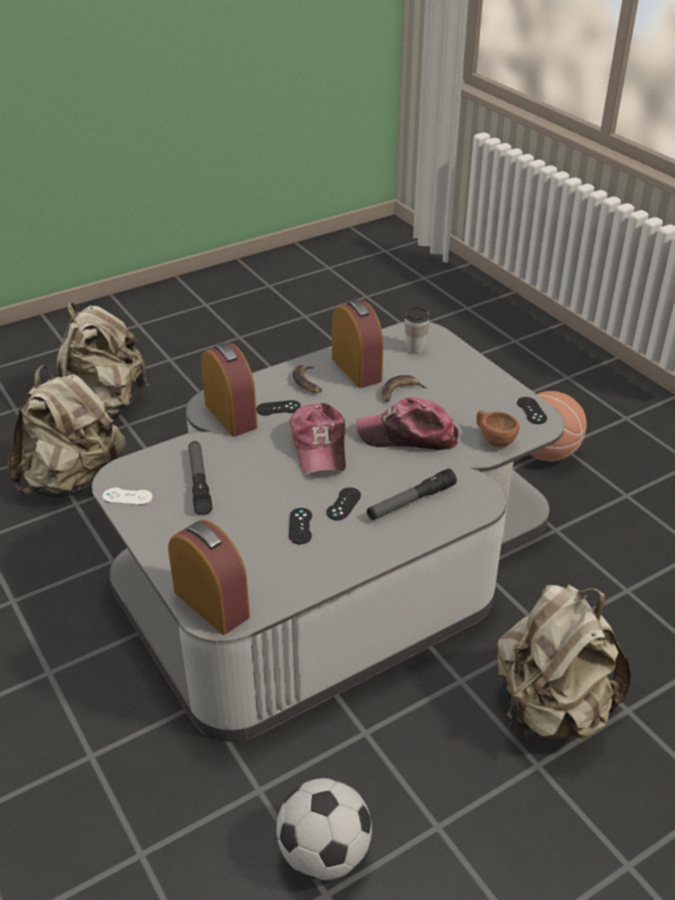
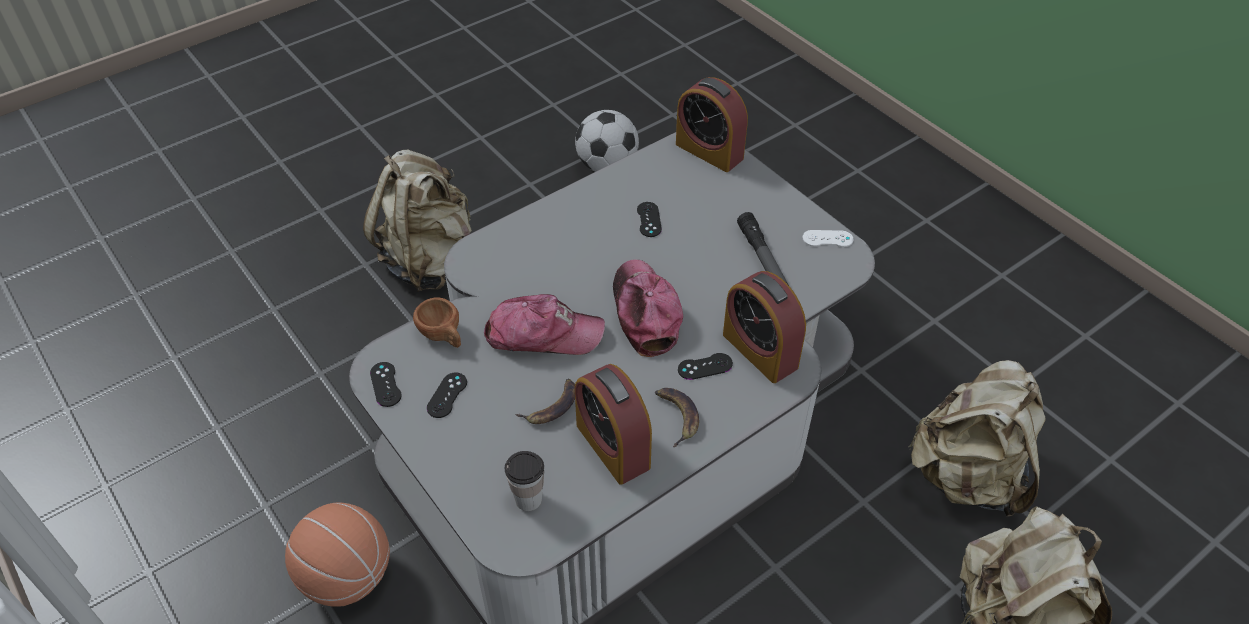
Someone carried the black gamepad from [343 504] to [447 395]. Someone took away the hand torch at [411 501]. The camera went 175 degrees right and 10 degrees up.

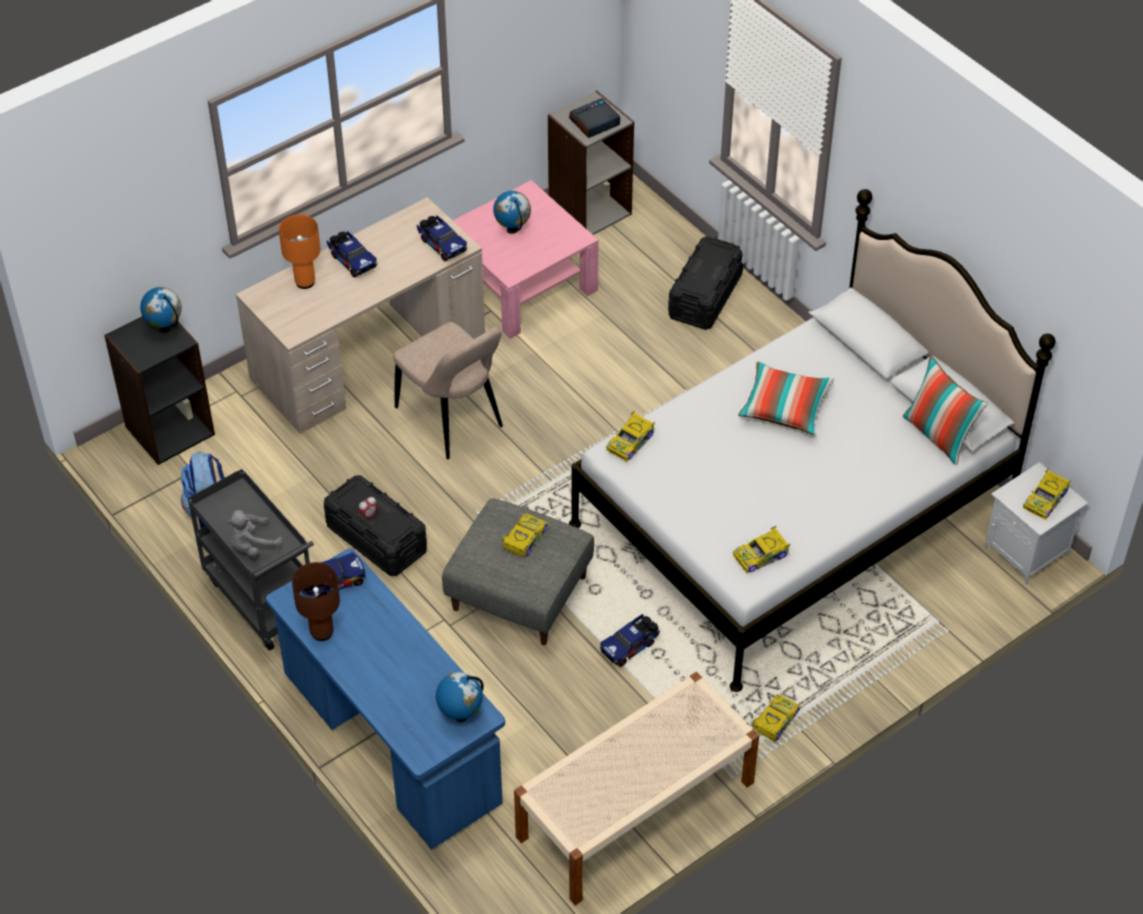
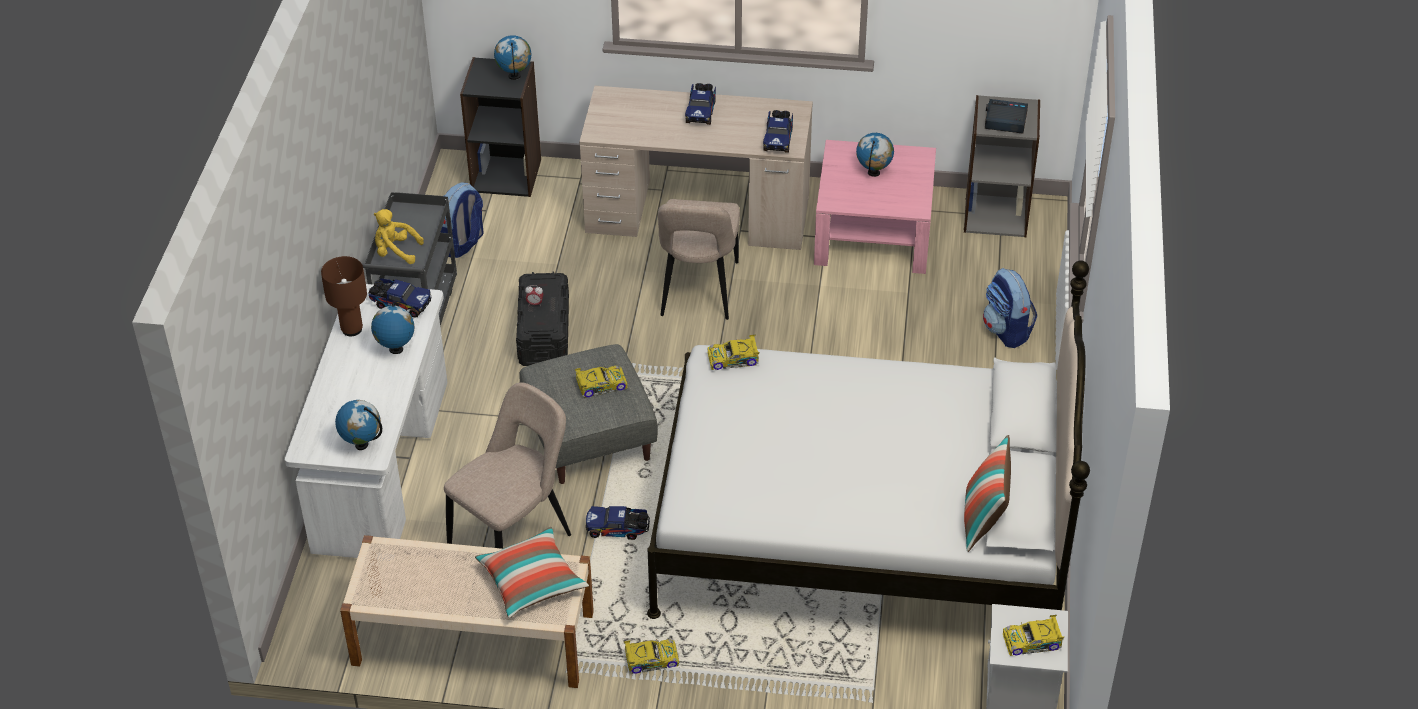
Someone repainted the greyish cuddly toy at [252 546], which became the yellow cuddly toy at [396 252]. Someone repainted the blue-coloured desk at [391 740], which became the white-coloured desk at [381 467]. Someone took away the orange tabletop lamp at [305 282]. Someone swapped the black storage box at [705 296] for the rucksack at [1006 331]. Someone took away the model car at [761 555]. Someone carried the cushion from [784 407] to [531 582]. Someone put down the world globe at [396 349]. Someone put down the beige-coloured chair at [515 539]. The camera went 45 degrees right and 5 degrees down.

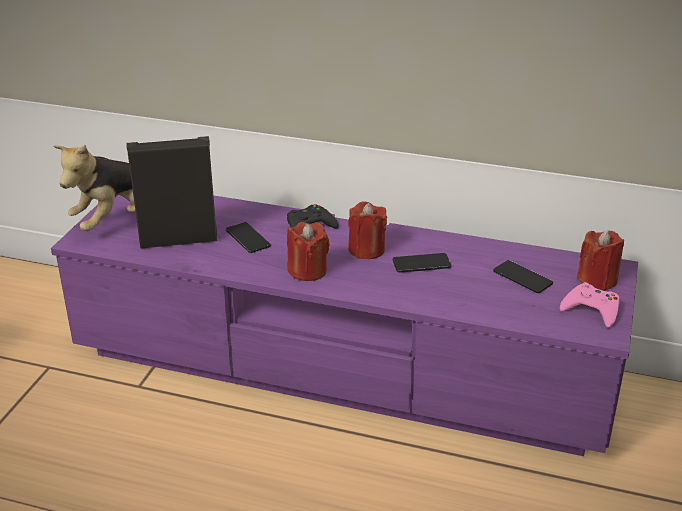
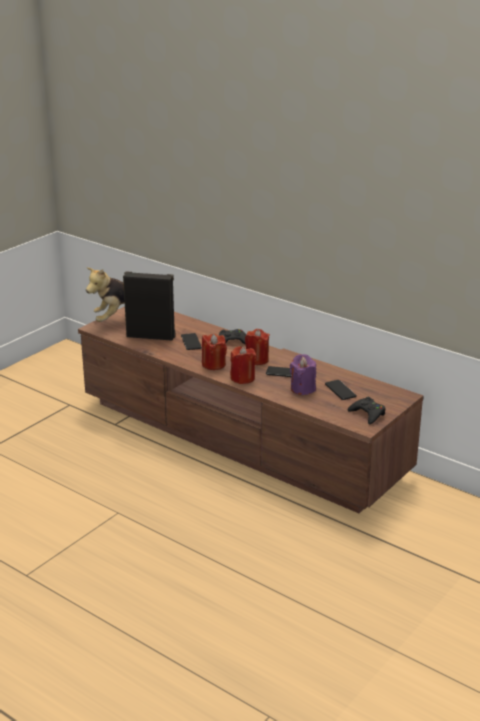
Someone repainted the purple tv stand at [342 368], which became the brownish tv stand at [241 439]. Someone repainted the pink-coloured gamepad at [591 310], which became the black gamepad at [368 414]. Someone carried the reddish wax light from [597 279] to [242 378]. Someone put down the purple wax light at [302 389]. The camera went 20 degrees right and 5 degrees down.

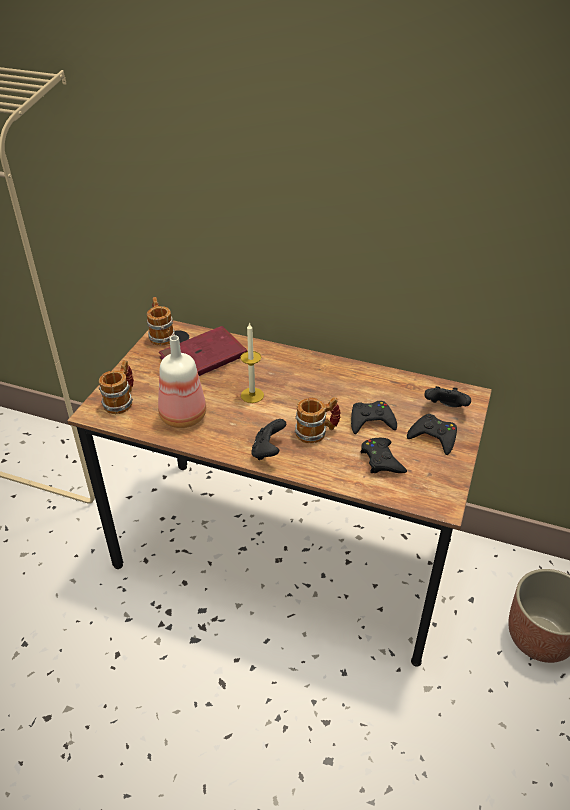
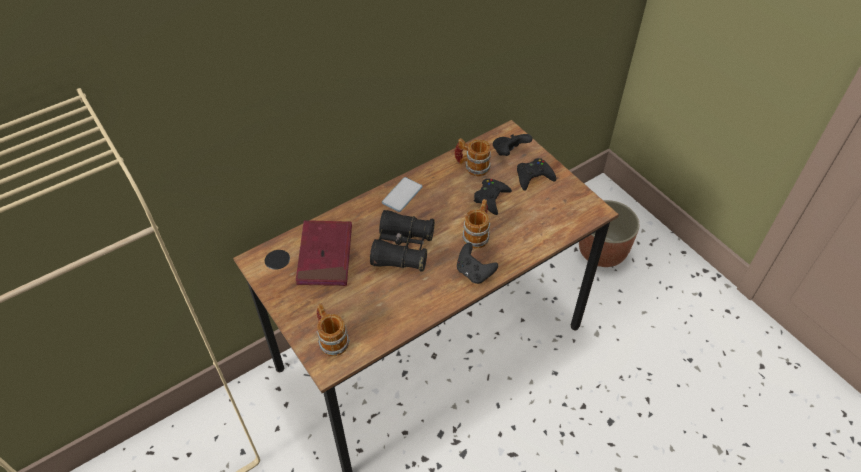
Someone carried the coffee mug from [161 335] to [472 166]. Someone took away the bottle at [182 417]. Someone swapped the wax light at [252 395] for the black binoculars at [402 249]. Someone took away the black gamepad at [381 460]. Someone put down the phone at [402 195]. The camera went 55 degrees left and 10 degrees up.

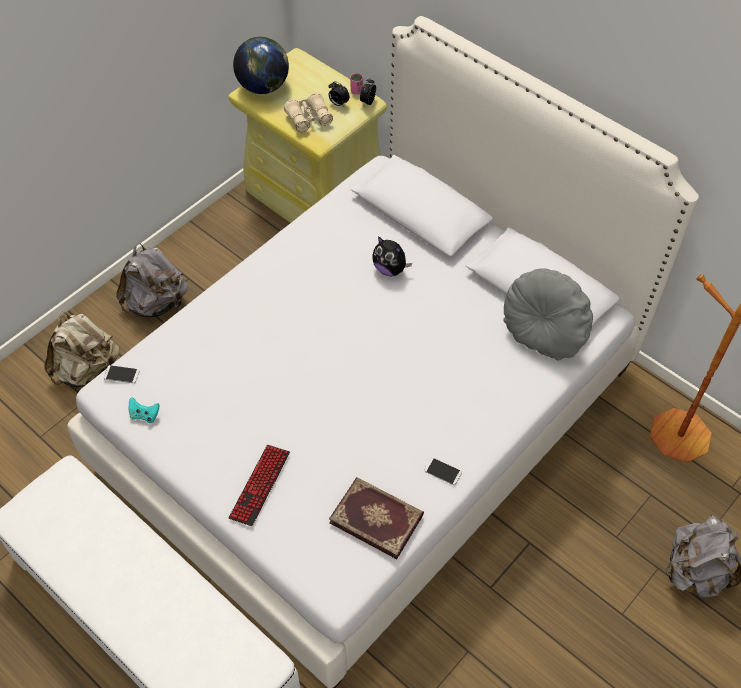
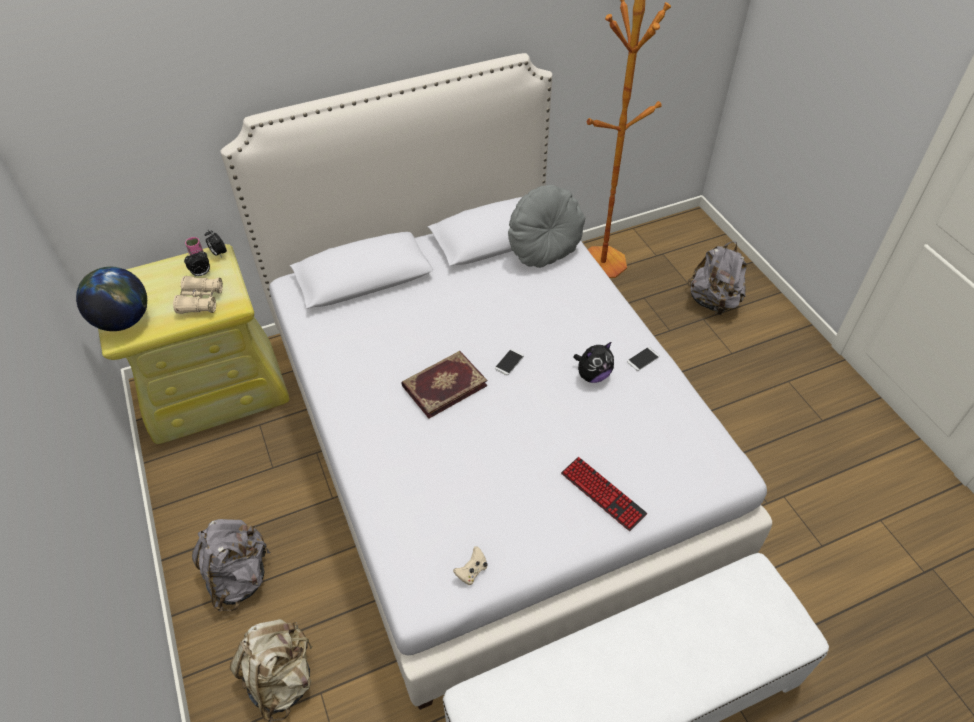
Someone carried the phone from [121 374] to [509 362]. Someone repainted the turquoise-coloured gamepad at [144 415], which became the beige-coloured gamepad at [472 571]. Someone carried the bound book from [377 517] to [443 385]. Someone carried the cuddly toy from [390 269] to [592 375]. The camera went 65 degrees left and 5 degrees down.

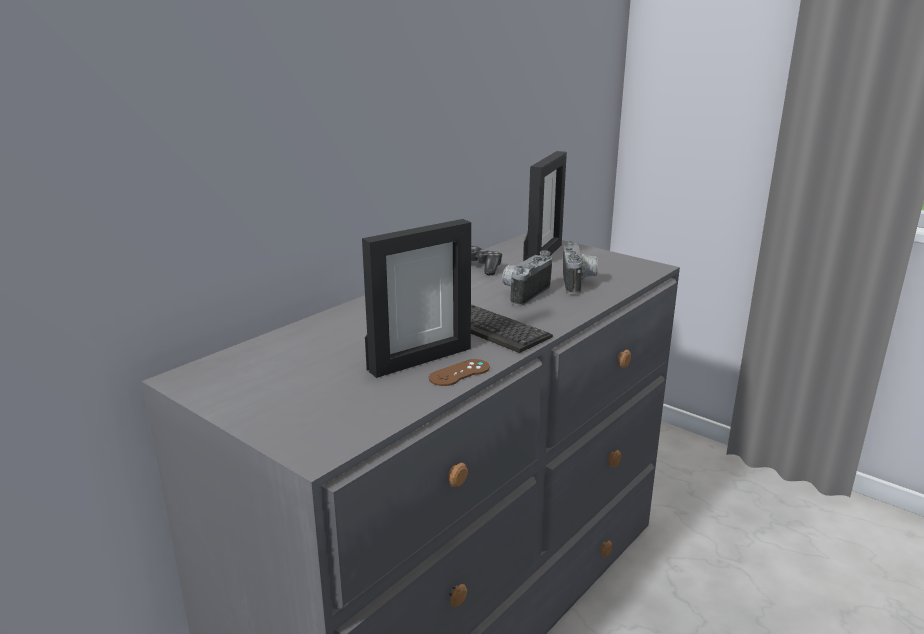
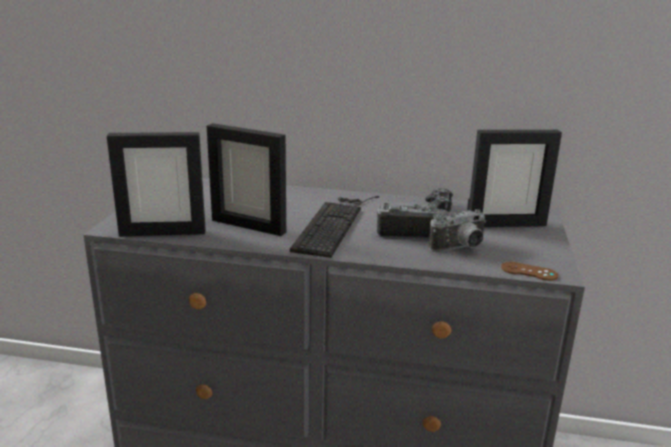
Someone carried the brownish gamepad from [459 373] to [529 271]. Someone put down the photo frame at [163 232]. The camera went 60 degrees right and 0 degrees up.

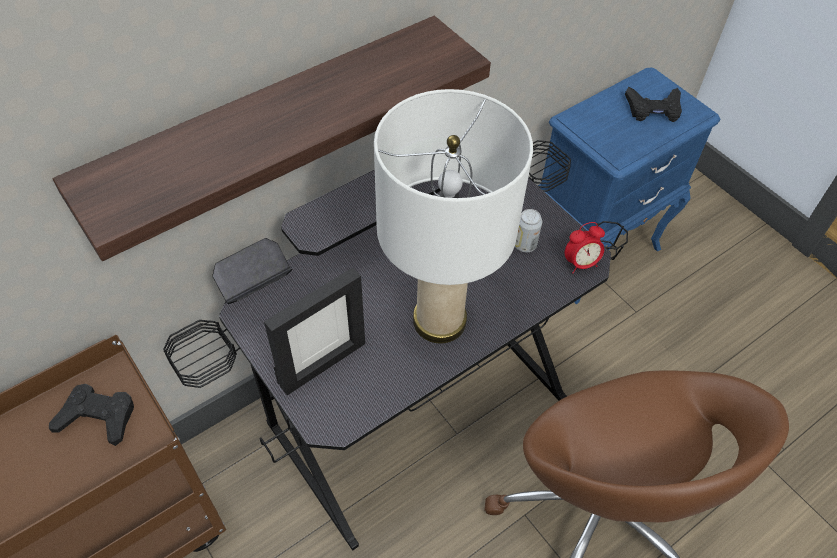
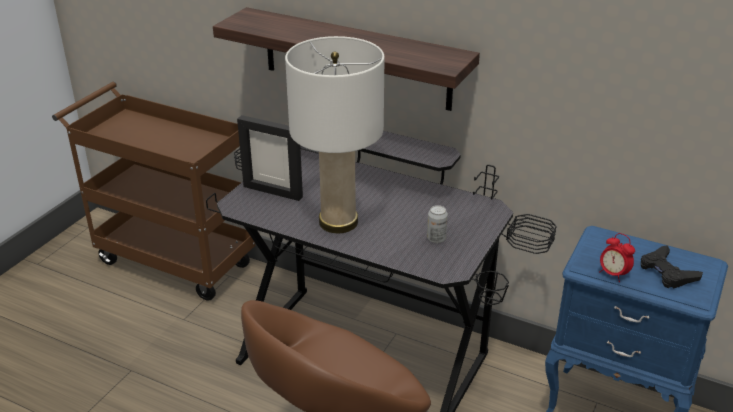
Someone took away the black gamepad at [97 417]. Someone carried the bedside clock from [580 263] to [613 274]. The camera went 65 degrees right and 20 degrees down.

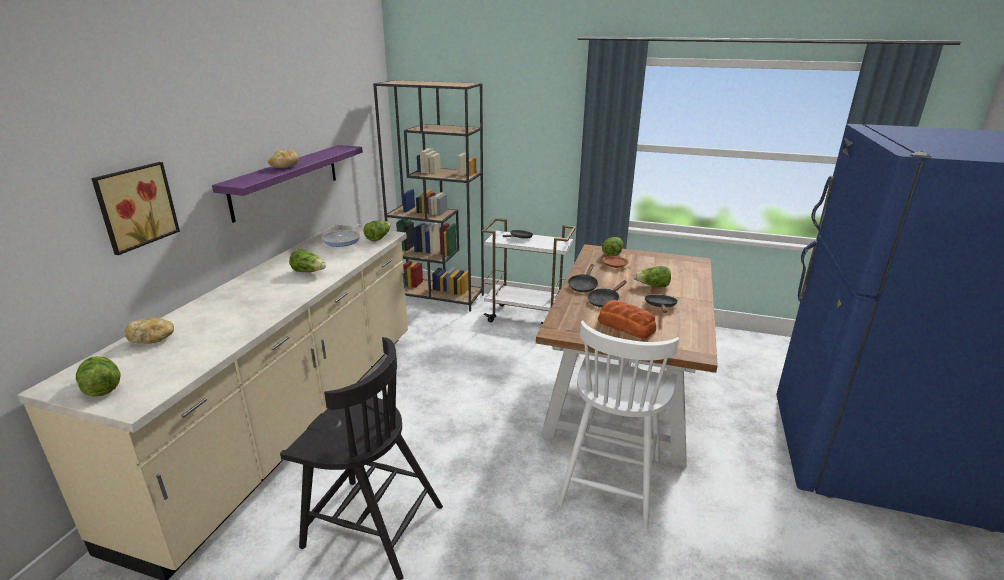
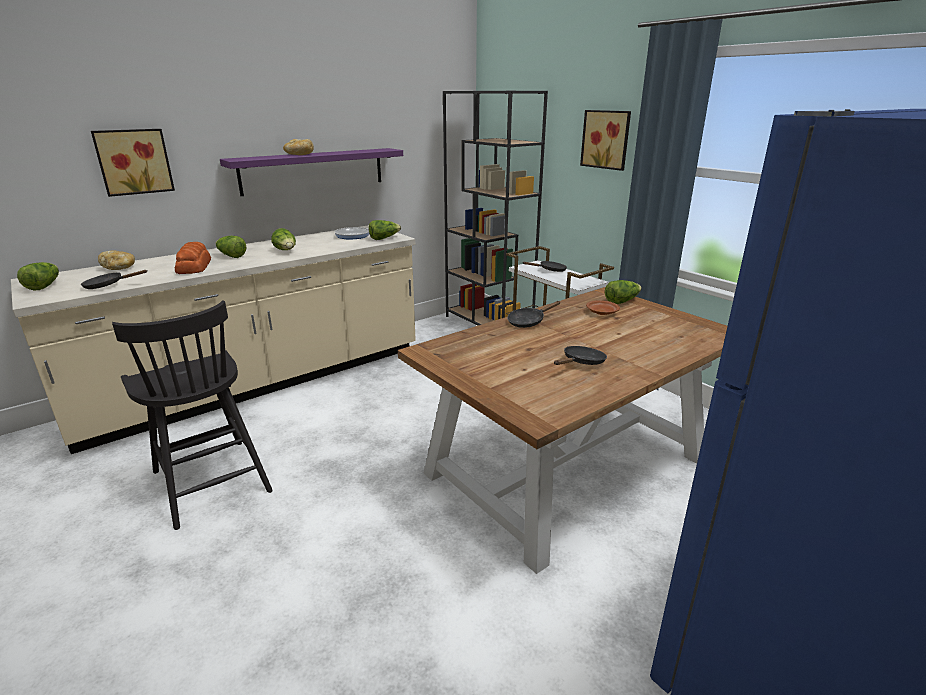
Someone took away the white-coloured chair at [611 478]. Someone carried the black pan from [605 301] to [108 285]. Someone carried the bakery bread from [625 326] to [194 266]. Someone carried the head of lettuce from [652 286] to [231 256]. Someone put up the wall picture at [606 139]. The camera went 35 degrees right and 0 degrees up.

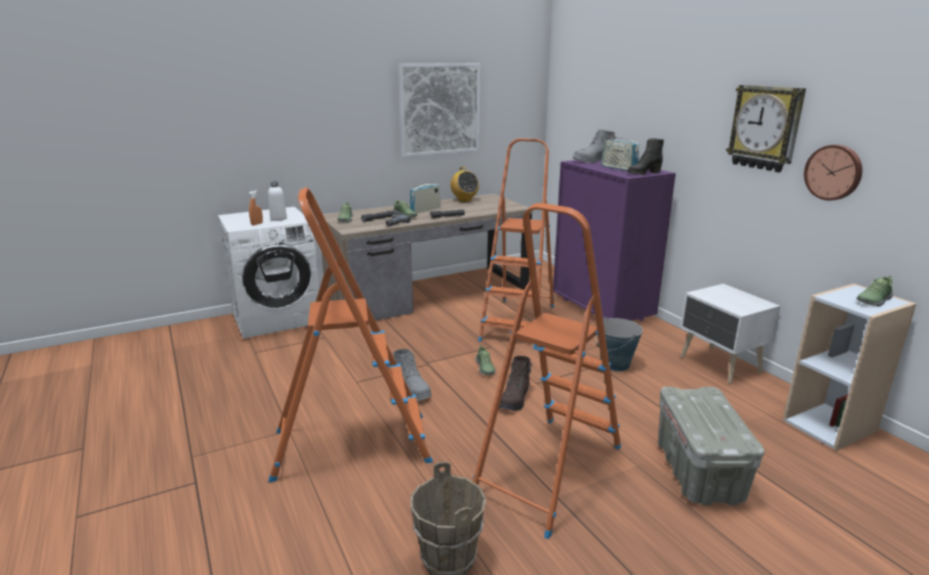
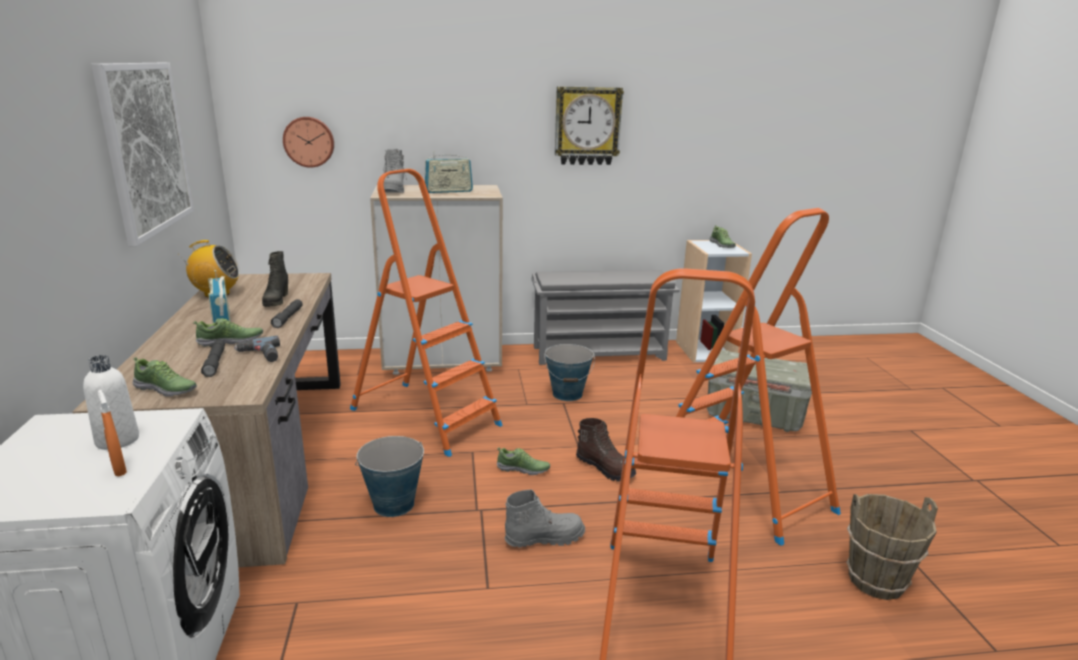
Someone repainted the purple cabinet at [602 309], which became the beige-coloured cabinet at [443 362]. Someone carried the black boot from [643 173] to [276 301]. Someone swapped the white-coloured nightstand at [720 365] for the greyish shoe shelf at [600 353]. Someone carried the wall clock from [834 172] to [309 141]. Someone put down the bucket at [393 504]. The camera went 70 degrees left and 0 degrees up.

